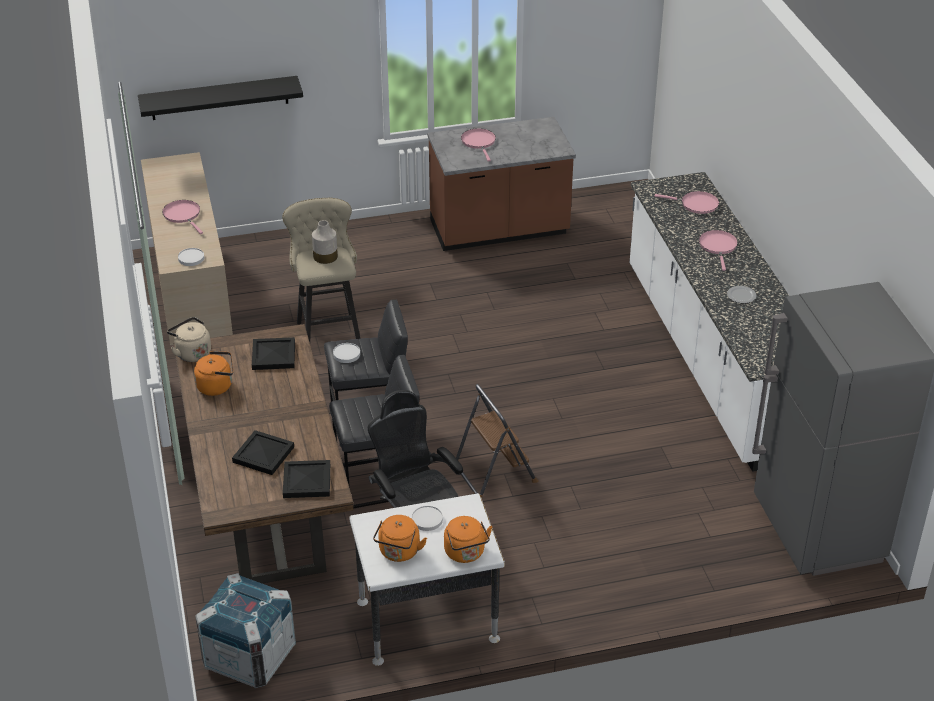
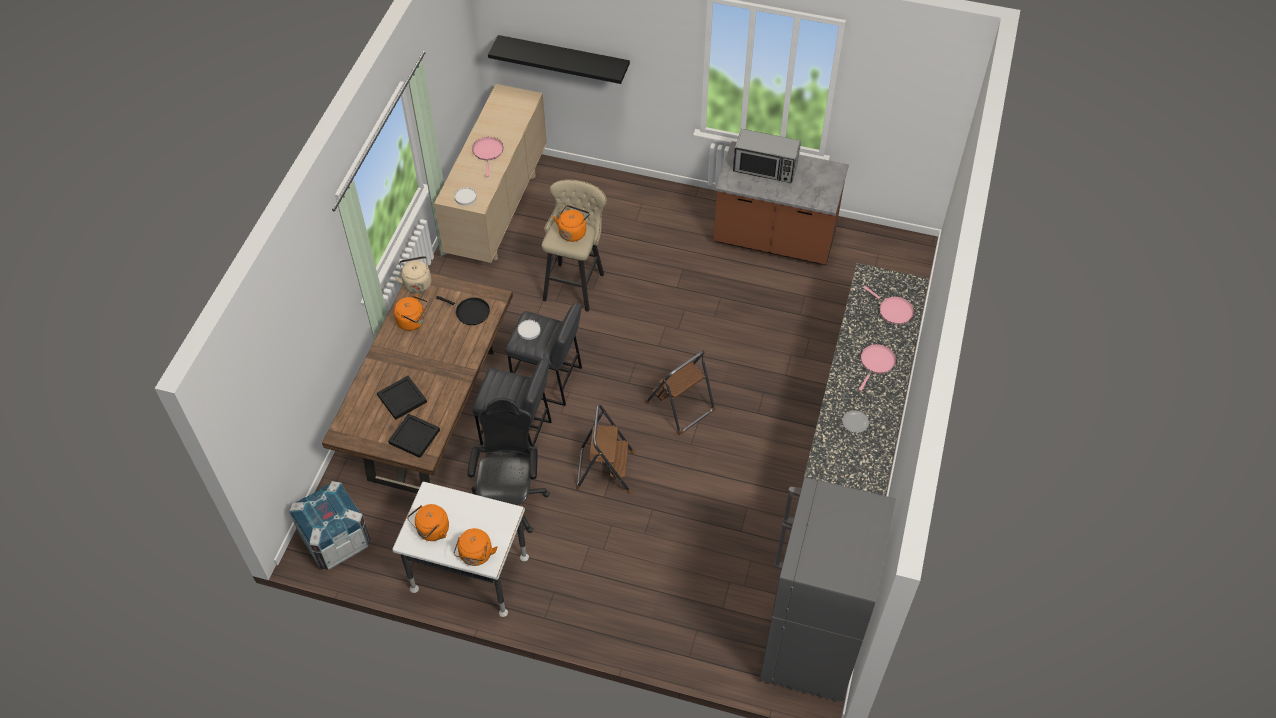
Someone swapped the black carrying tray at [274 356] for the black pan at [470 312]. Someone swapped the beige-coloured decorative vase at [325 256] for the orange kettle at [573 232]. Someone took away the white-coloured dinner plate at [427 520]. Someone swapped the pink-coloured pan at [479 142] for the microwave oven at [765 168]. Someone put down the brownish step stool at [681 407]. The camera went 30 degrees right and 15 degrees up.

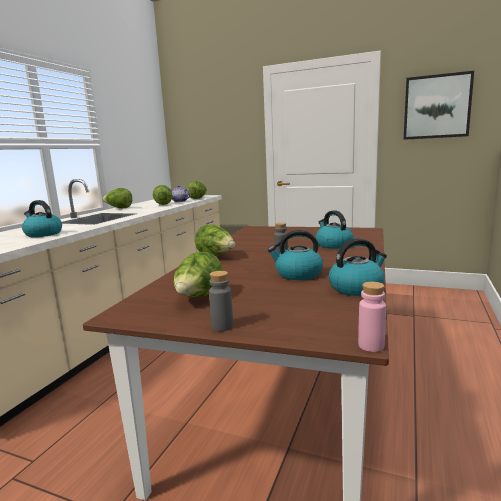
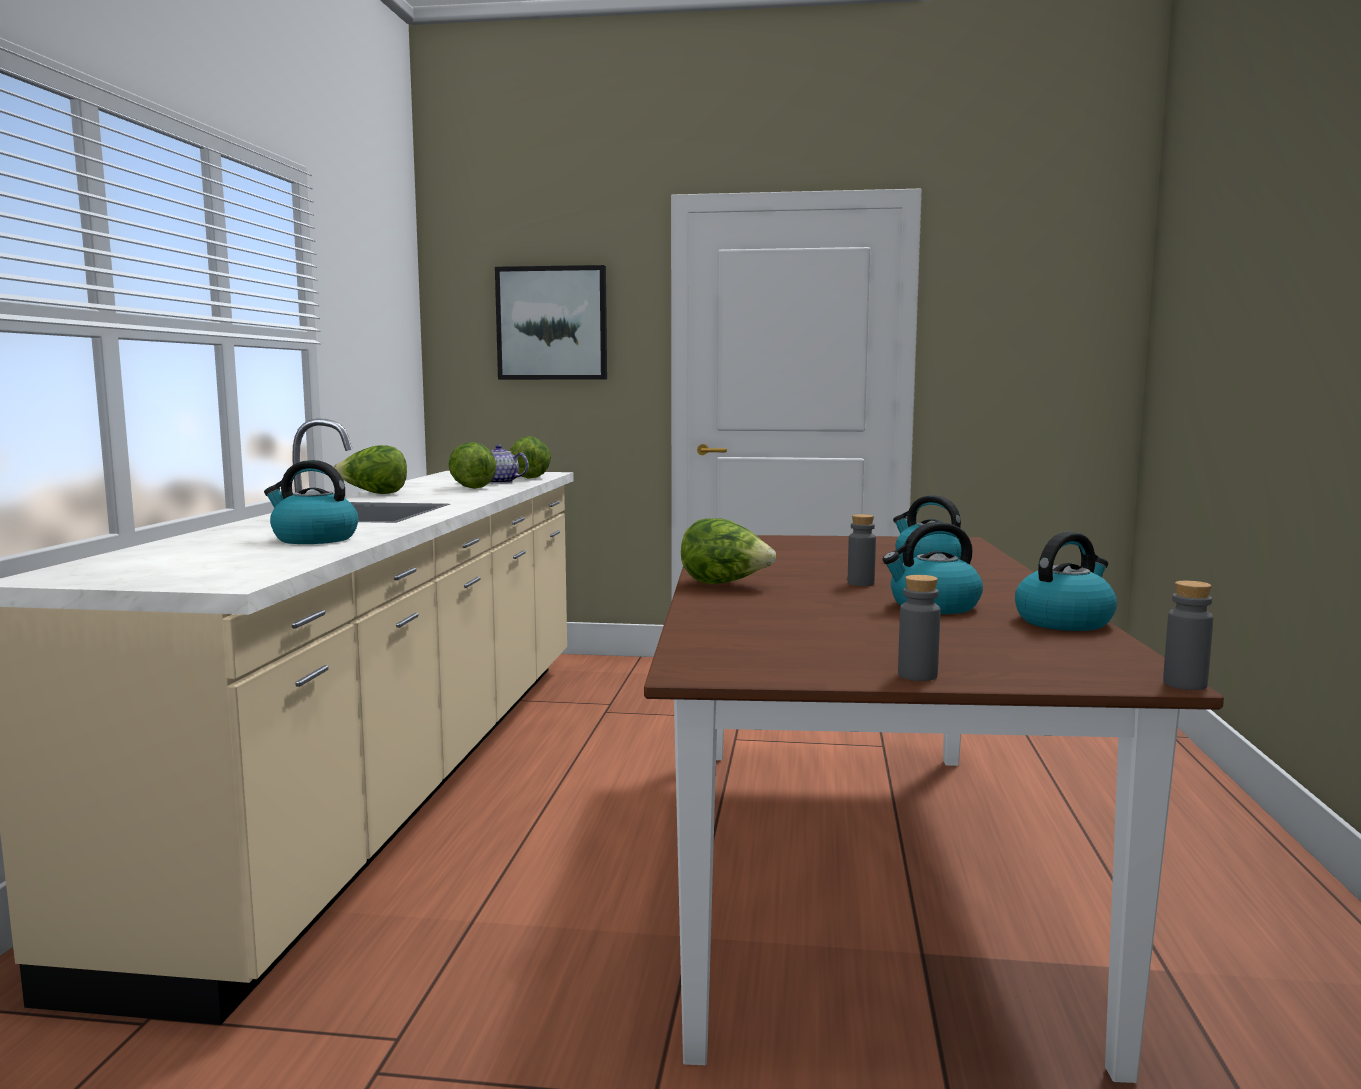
Someone took away the head of lettuce at [199 297]. Someone repainted the pink-coloured bottle at [371 346], which became the greyish bottle at [1184 684]. Someone carried the wall picture from [436 107] to [552 323]. The camera went 15 degrees left and 5 degrees down.

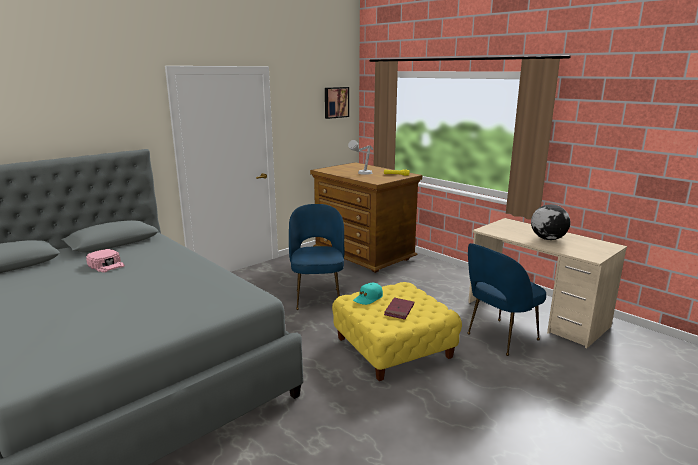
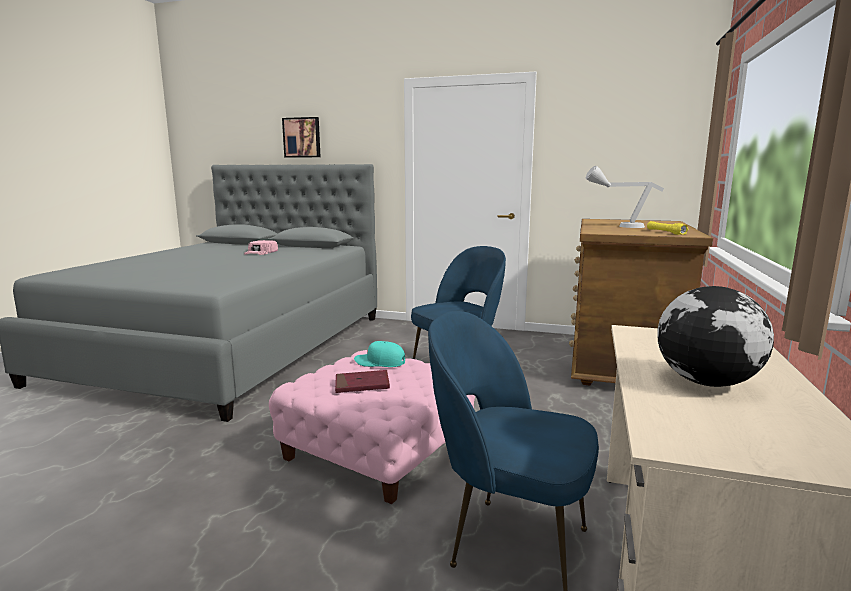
Someone carried the wall picture from [336 102] to [302 137]. Someone repainted the yellow pouffe at [394 348], which became the pink-coloured pouffe at [378 449]. The camera went 60 degrees right and 5 degrees down.

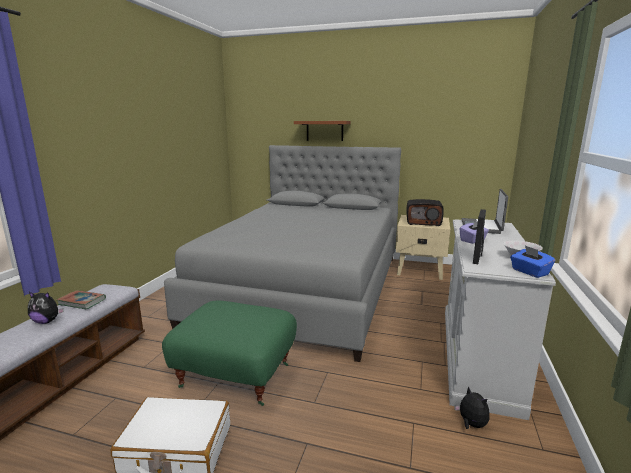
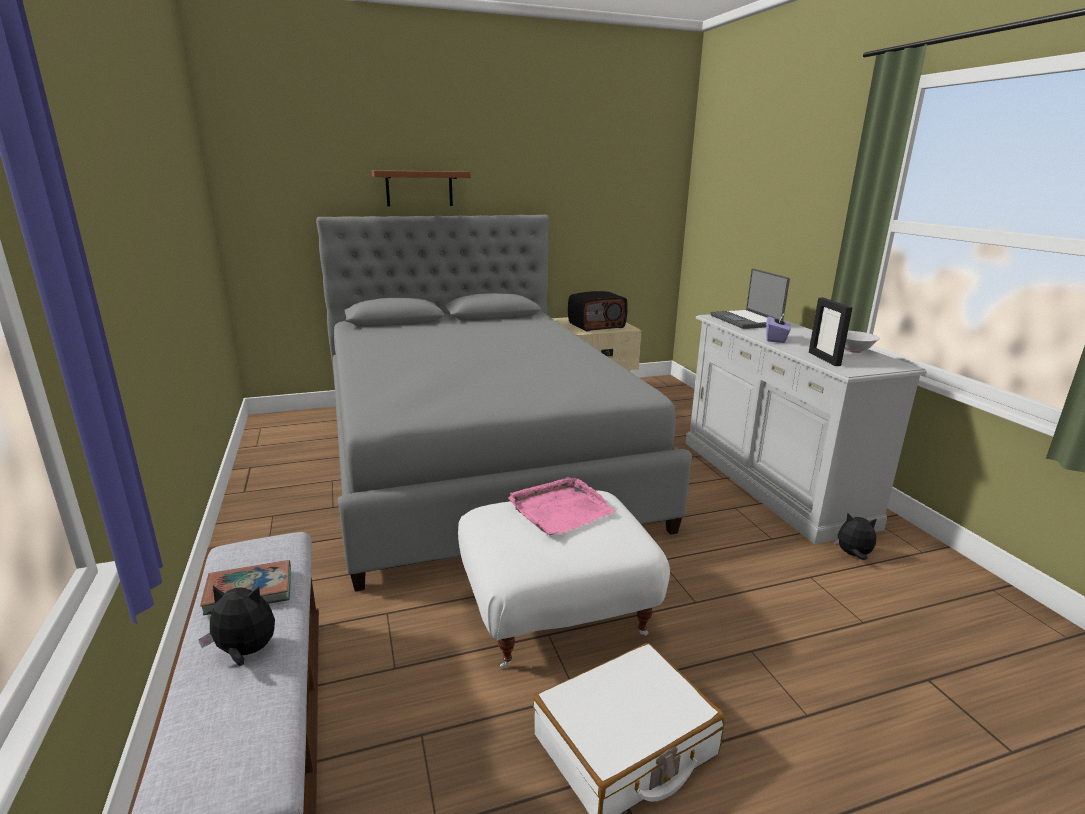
Someone rotated the cuddly toy at [47 321] by 150 degrees counterclockwise. Someone repainted the greenish pouffe at [236 374], which became the white-coloured pouffe at [557 612]. Someone took away the blue-coloured tissue box at [529 272]. Someone put down the pink-coloured carrying tray at [560 509]. The camera went 35 degrees left and 5 degrees up.

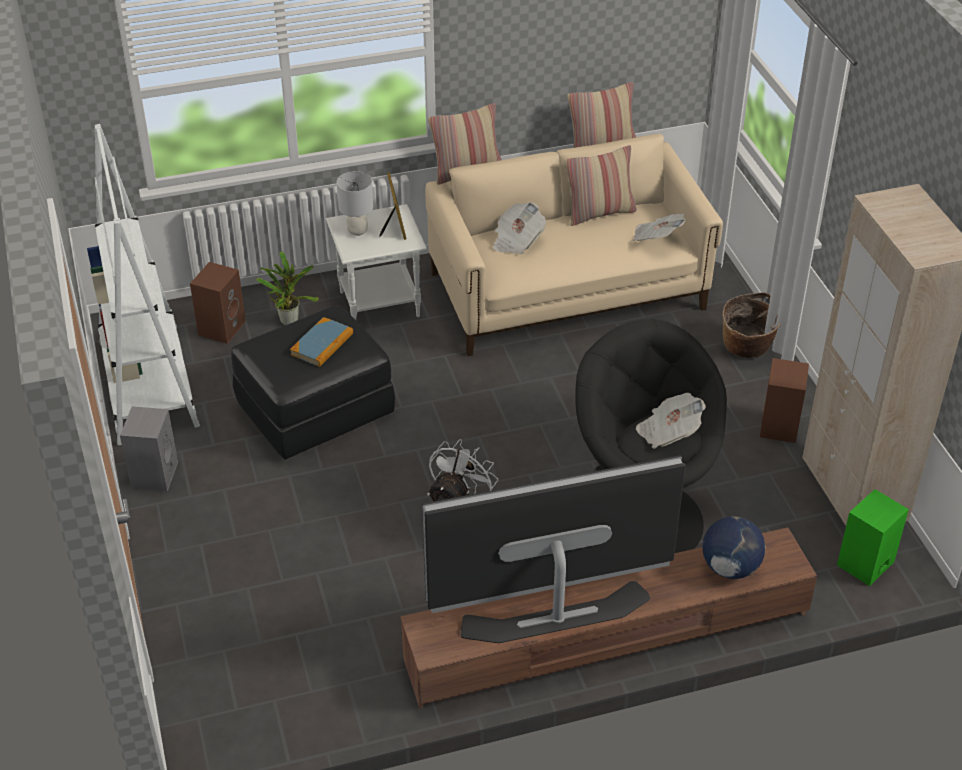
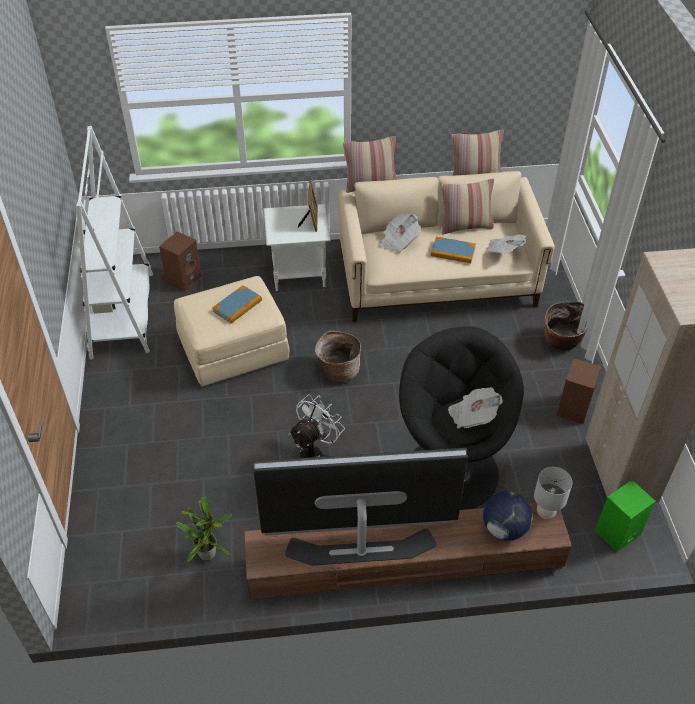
Someone took away the greyish speaker at [154 474]. Someone repainted the black pouffe at [316 409], which became the beige-coloured pouffe at [234 349]. Someone carried the plant in a pot from [289 319] to [208 551]. Someone carried the greyish tabletop lamp from [357 231] to [545 512]. Someone put down the storage basket at [338 370]. Someone put down the bound book at [453 252]. The camera went 10 degrees right and 5 degrees up.

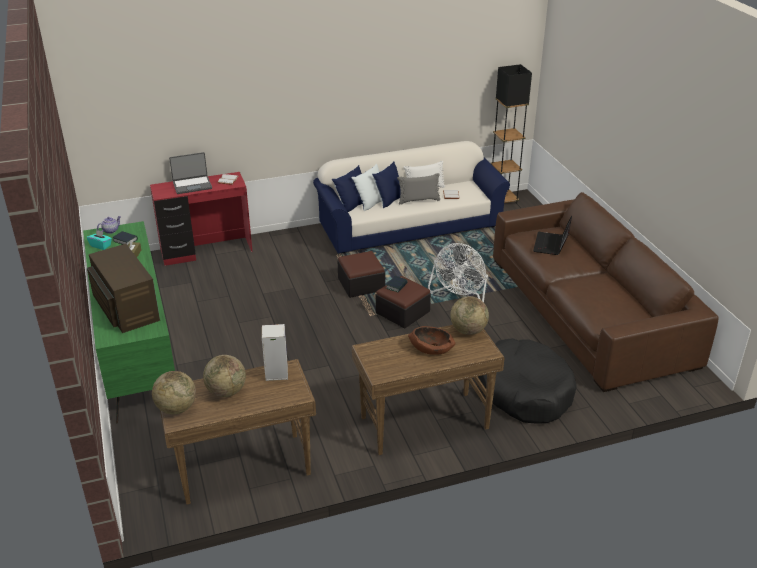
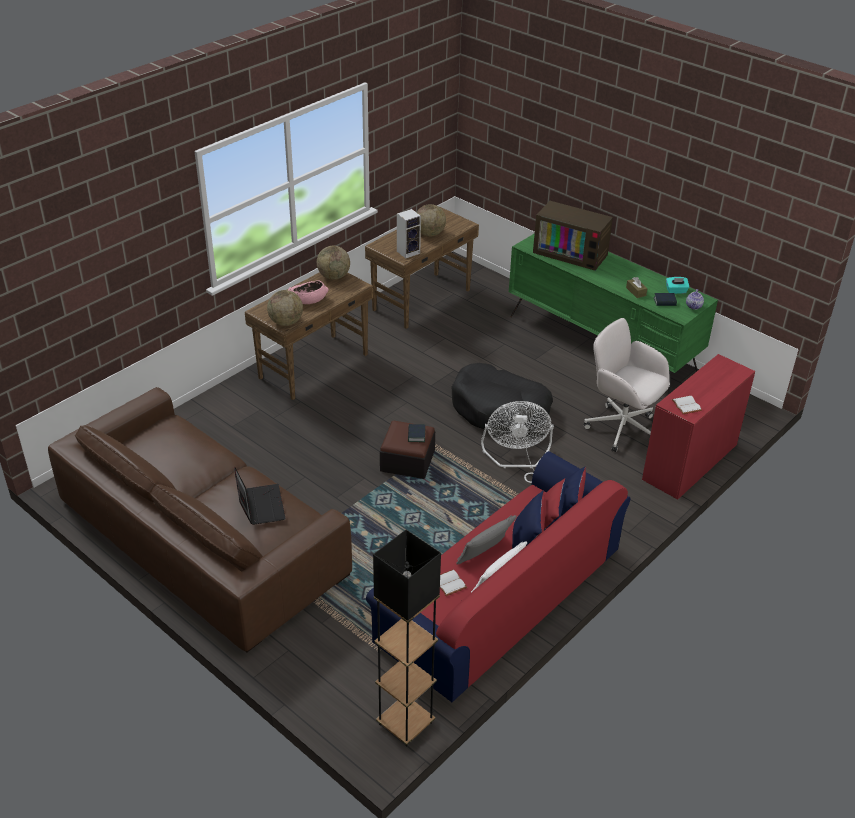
Someone carried the world globe from [176 408] to [334 276]. Someone took away the laptop at [192 185]. Someone repainted the white-coloured sofa at [410 226], which became the reddish sofa at [499 599]. Someone took away the pouffe at [361 284]. Someone repainted the brownish serving bowl at [431 348], which became the pink-coloured serving bowl at [307 300]. Someone carried the white-coloured fan from [459 294] to [519 461]. Someone carried the black pet bed from [524 391] to [500 409]. Someone put down the white-coloured computer chair at [622 429]. The camera went 150 degrees right and 5 degrees up.

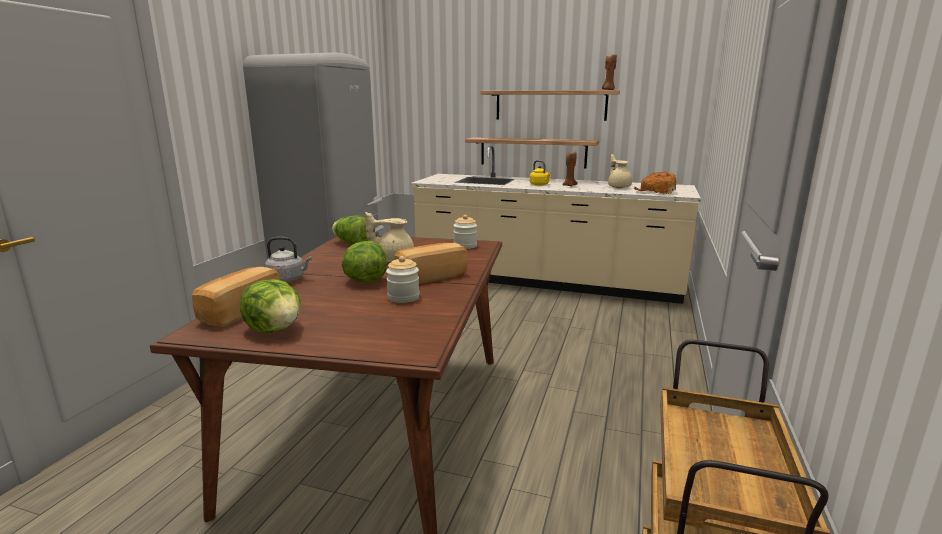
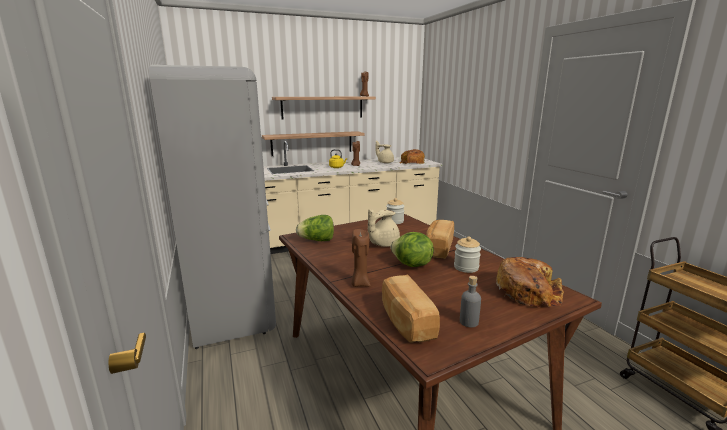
Someone swapped the head of lettuce at [275 329] for the greyish bottle at [469 322]. Someone swapped the greyish kettle at [288 279] for the brownish wax light at [360 284]. Someone put down the bakery bread at [528 291]. The camera went 40 degrees left and 0 degrees up.

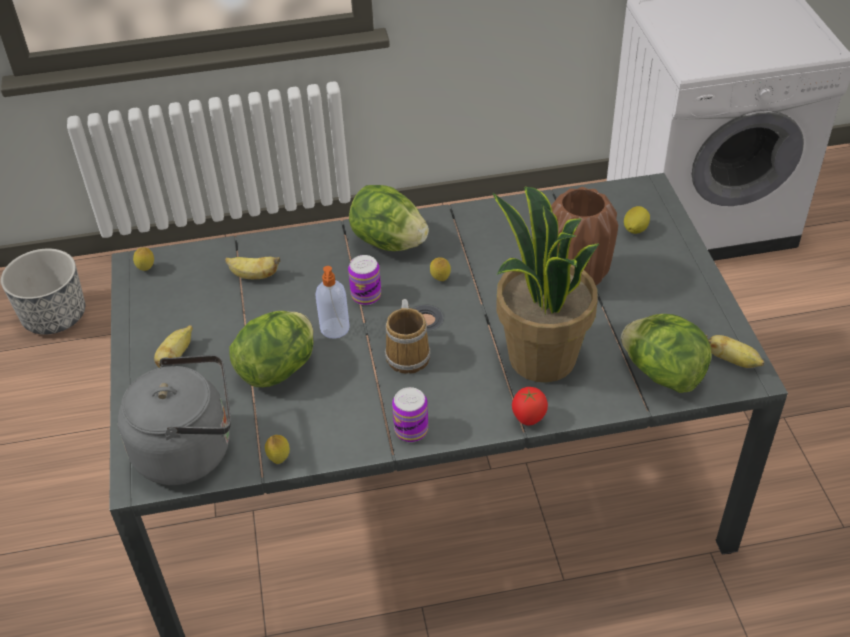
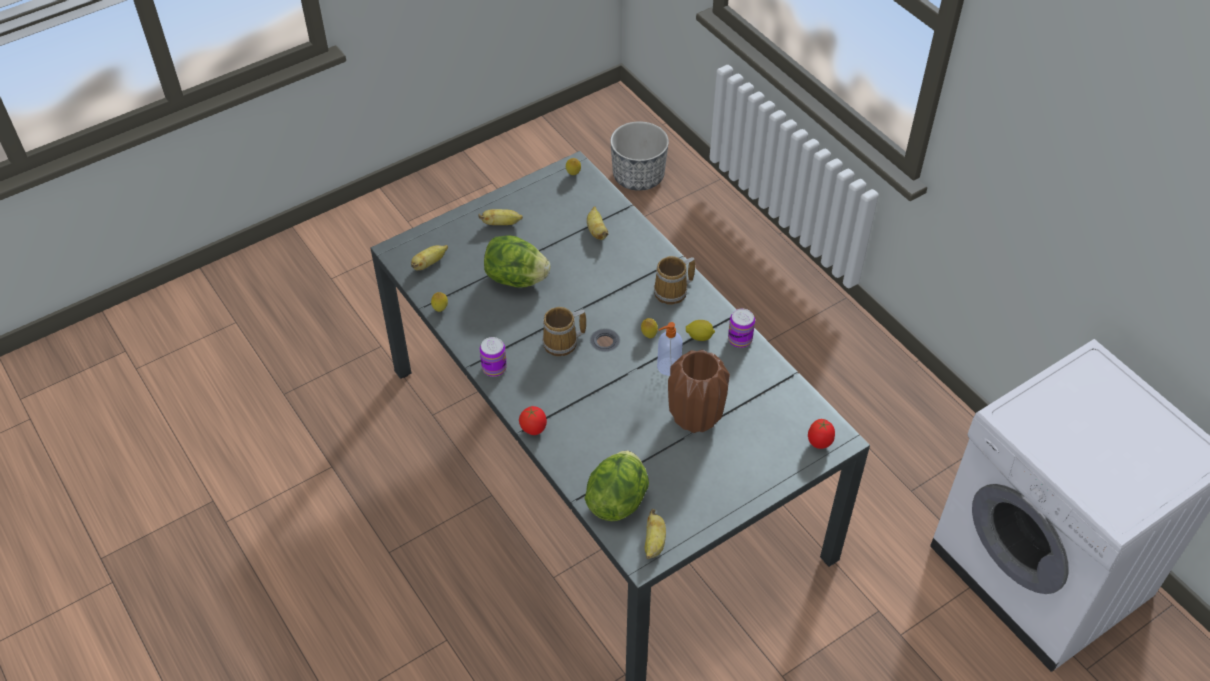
Someone swapped the greyish kettle at [190 449] for the whole banana at [429 263]. Someone carried the liquid soap bottle from [334 329] to [668 367]. Someone carried the sealed can from [366 296] to [740 339]. Someone swapped the head of lettuce at [388 242] for the coffee mug at [673 291]. Someone took away the plant in a pot at [540 358]. Someone carried the lemon from [634 230] to [699 337]. Someone put down the tomato at [819 443]. The camera went 65 degrees right and 5 degrees up.

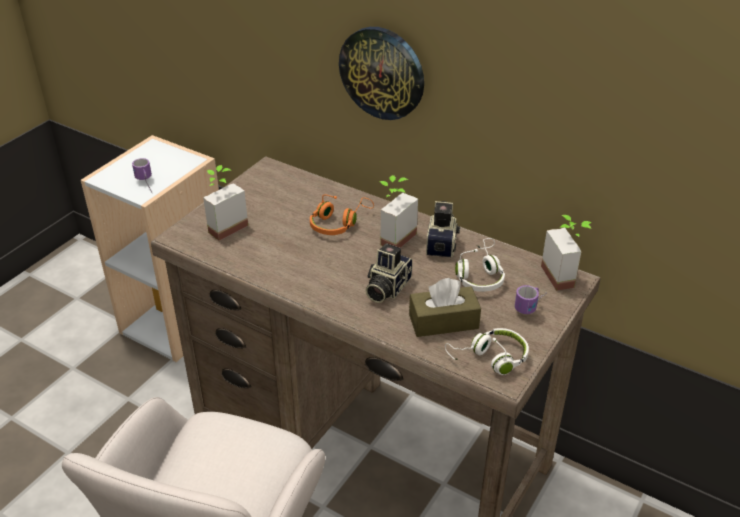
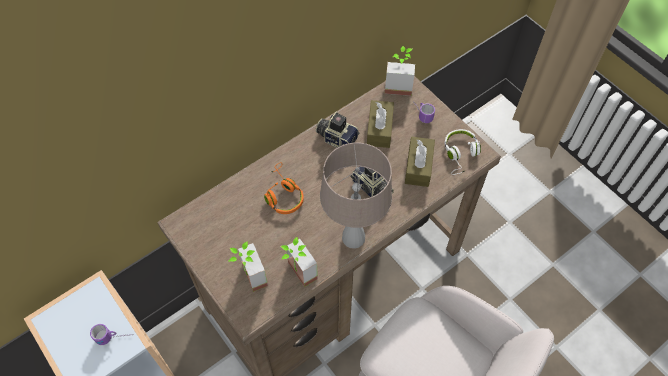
Someone took away the wall clock at [382 73]. Someone carried the plant in a pot from [392 236] to [297 274]. Someone swapped the white-coloured headset at [480 274] for the brownish tissue box at [379 129]. Someone put down the beige-coloured tabletop lamp at [354 237]. The camera went 70 degrees left and 20 degrees up.

